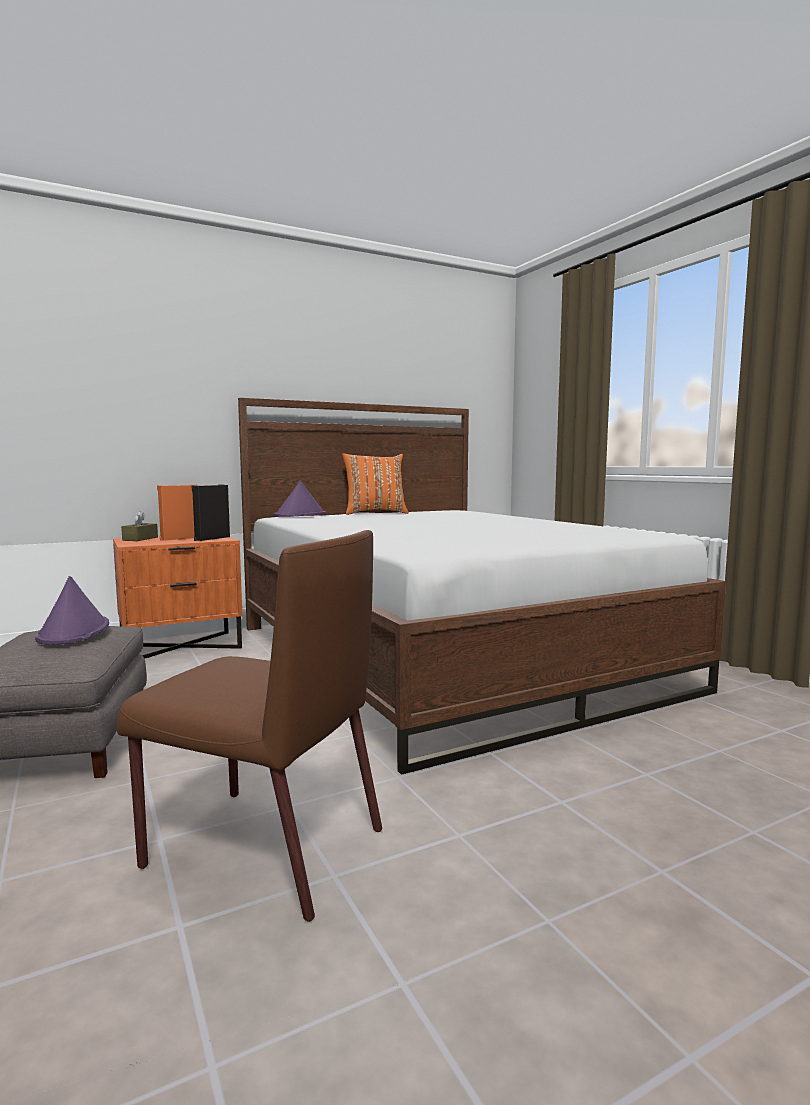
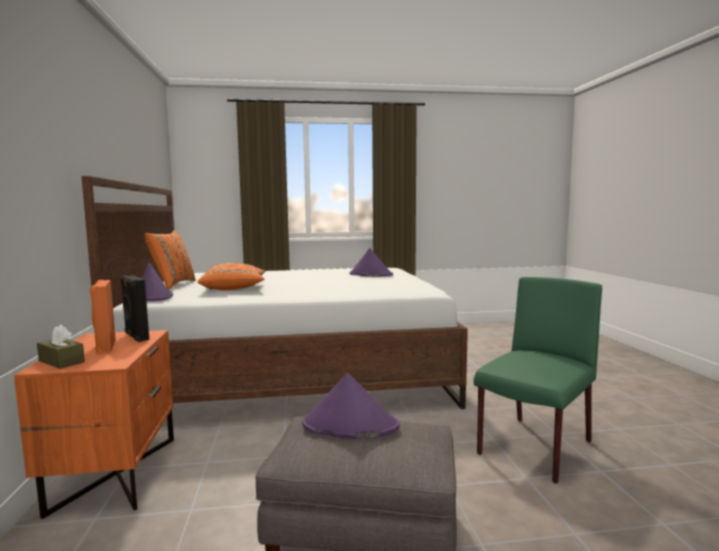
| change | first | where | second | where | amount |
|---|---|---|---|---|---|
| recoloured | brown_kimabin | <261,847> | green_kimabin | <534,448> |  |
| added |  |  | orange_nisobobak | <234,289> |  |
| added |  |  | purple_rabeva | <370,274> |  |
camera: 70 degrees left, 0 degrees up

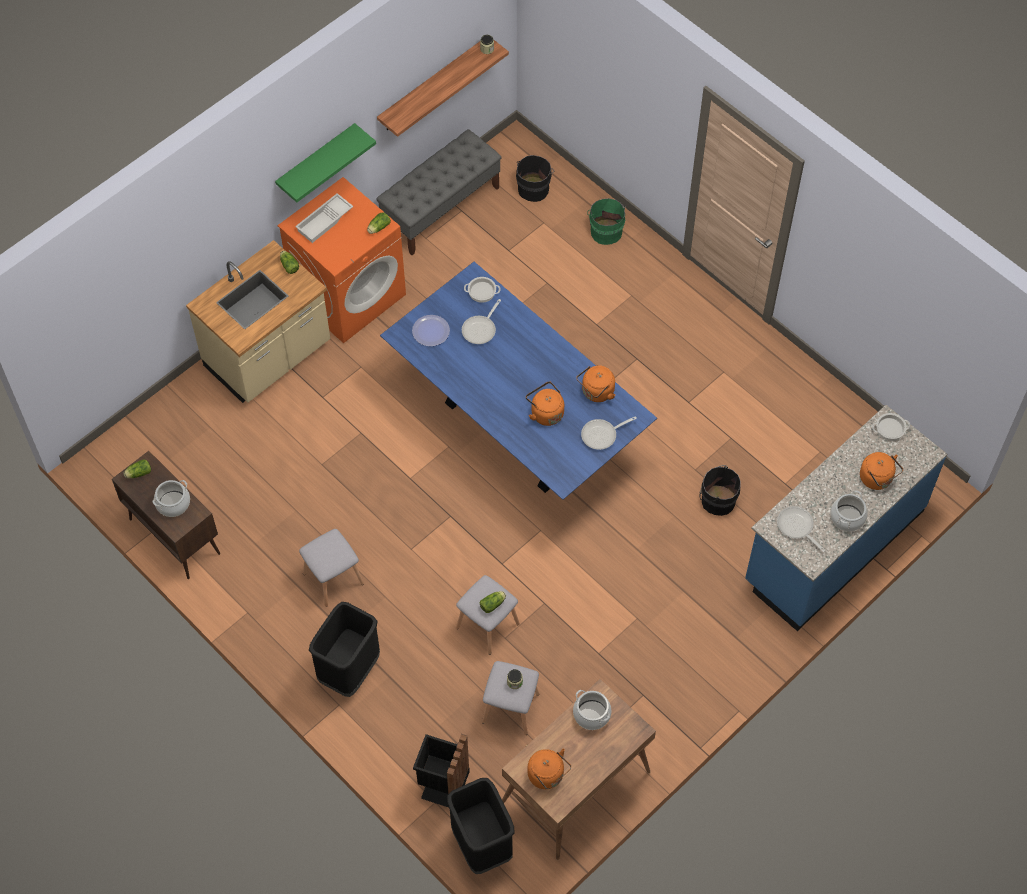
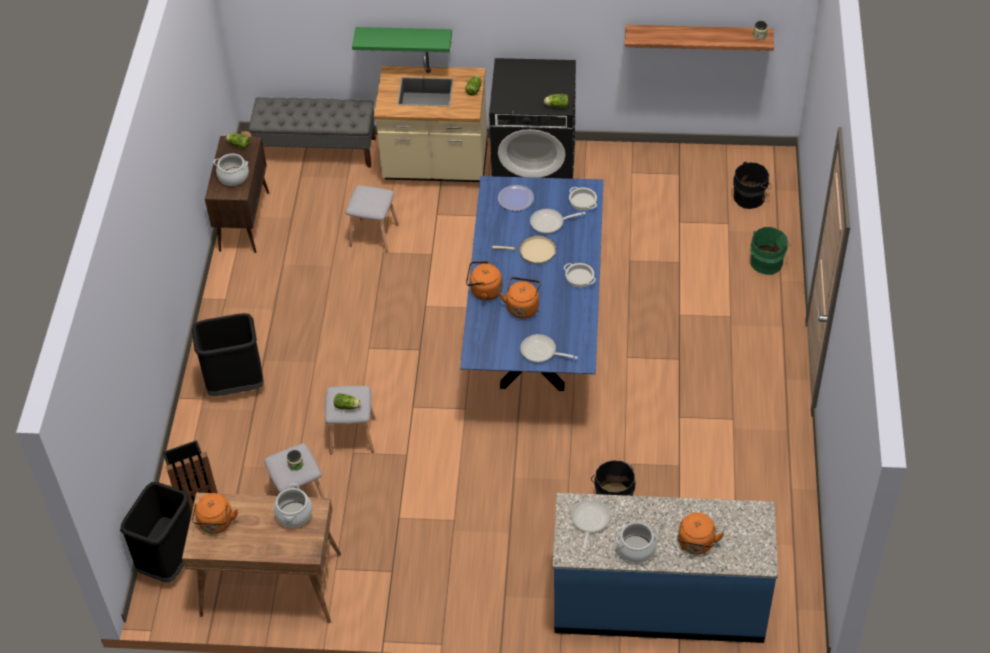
| change | first | where | second | where | amount |
|---|---|---|---|---|---|
| moved | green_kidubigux | <316,161> |  | <404,38> |  |
| recoloured | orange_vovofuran | <349,294> | black_vovofuran | <535,168> |  |
| removed | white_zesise | <325,221> |  |  |  |
| moved | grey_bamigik | <332,579> |  | <373,235> |  |
| moved | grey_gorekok | <441,208> |  | <317,150> |  |
| moved | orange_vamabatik | <596,393> |  | <484,291> |  |
| moved | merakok | <890,428> |  | <580,277> |  |
| added |  |  | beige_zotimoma | <534,252> |  |
camera: 50 degrees right, 10 degrees down

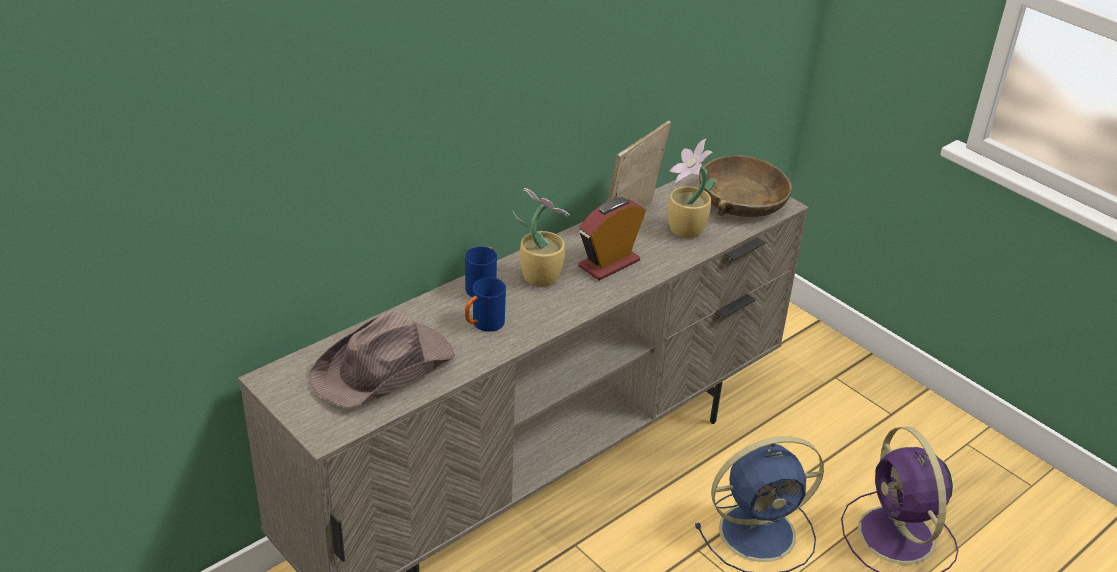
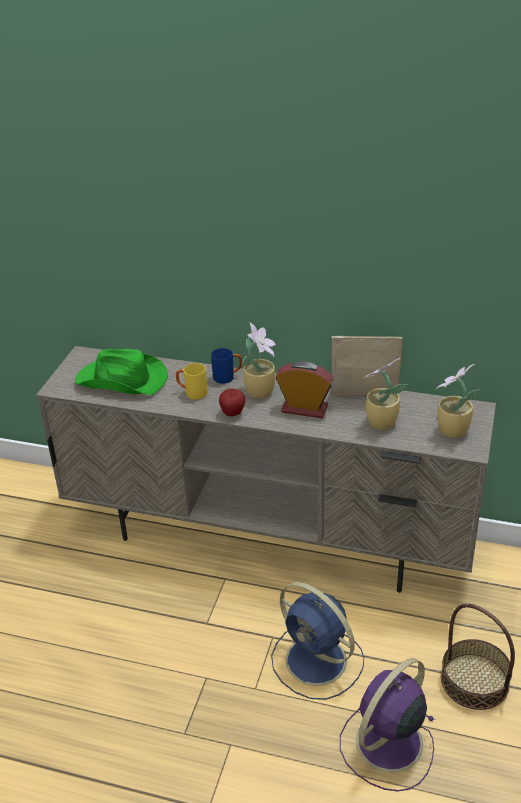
| change | first | where | second | where | amount |
|---|---|---|---|---|---|
| recoloured | brown_rabeva | <384,368> | green_rabeva | <122,380> |  |
| recoloured | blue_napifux | <483,325> | yellow_napifux | <192,393> |  |
| replaced | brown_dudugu | <742,201> | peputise | <451,431> |  |
| added |  |  | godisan | <232,413> |  |
| added |  |  | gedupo | <475,681> |  |
camera: 60 degrees right, 0 degrees up

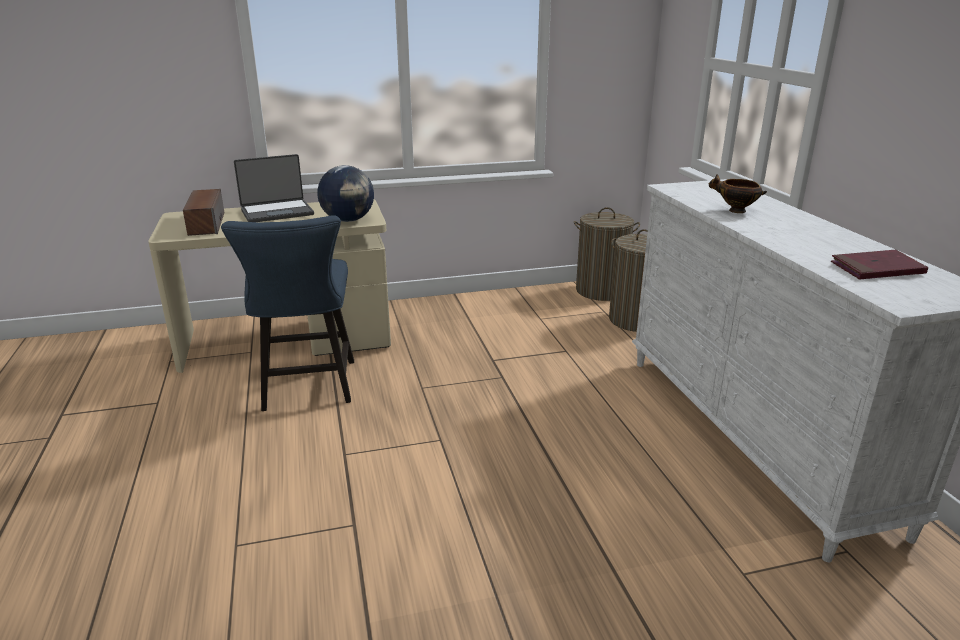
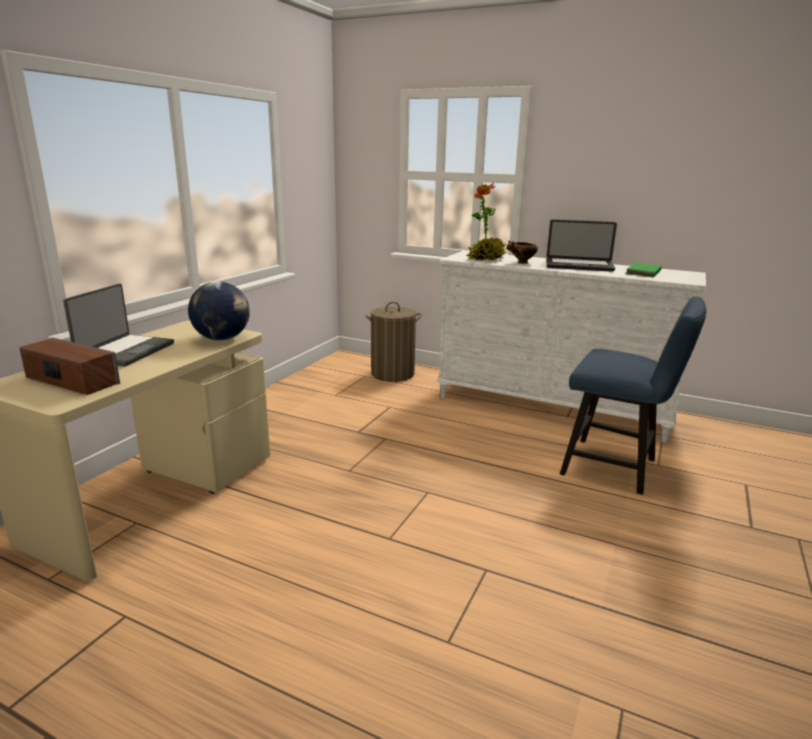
| change | first | where | second | where | amount |
|---|---|---|---|---|---|
| moved | blue_kimabin | <307,389> |  | <617,468> |  |
| removed | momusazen | <601,291> |  |  |  |
| recoloured | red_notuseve | <877,269> | green_notuseve | <643,272> |  |
| added |  |  | peputise | <486,259> |  |
| added |  |  | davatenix | <579,266> |  |
camera: 50 degrees left, 5 degrees down

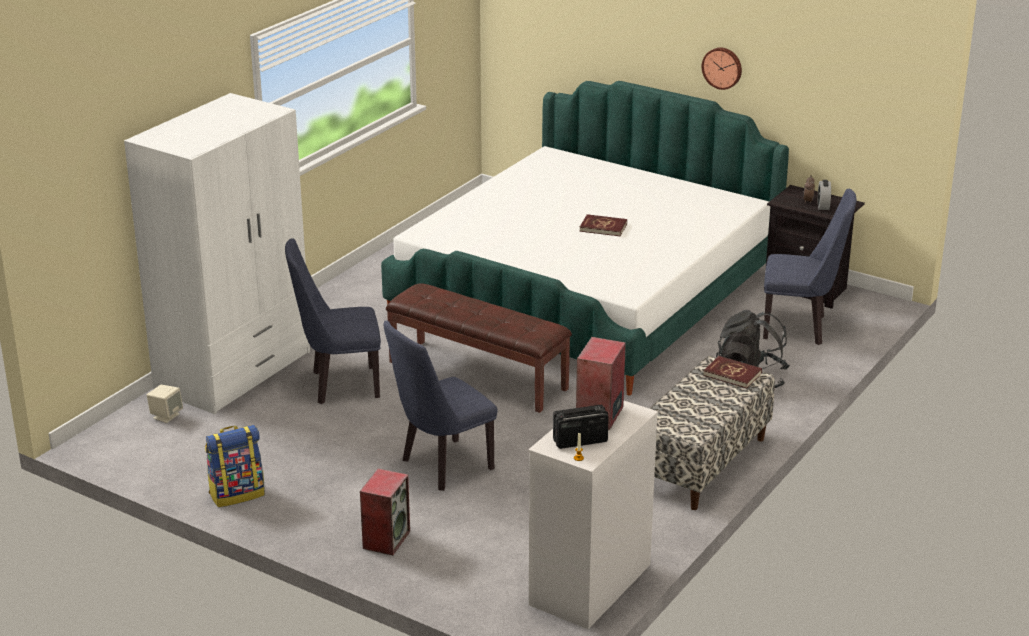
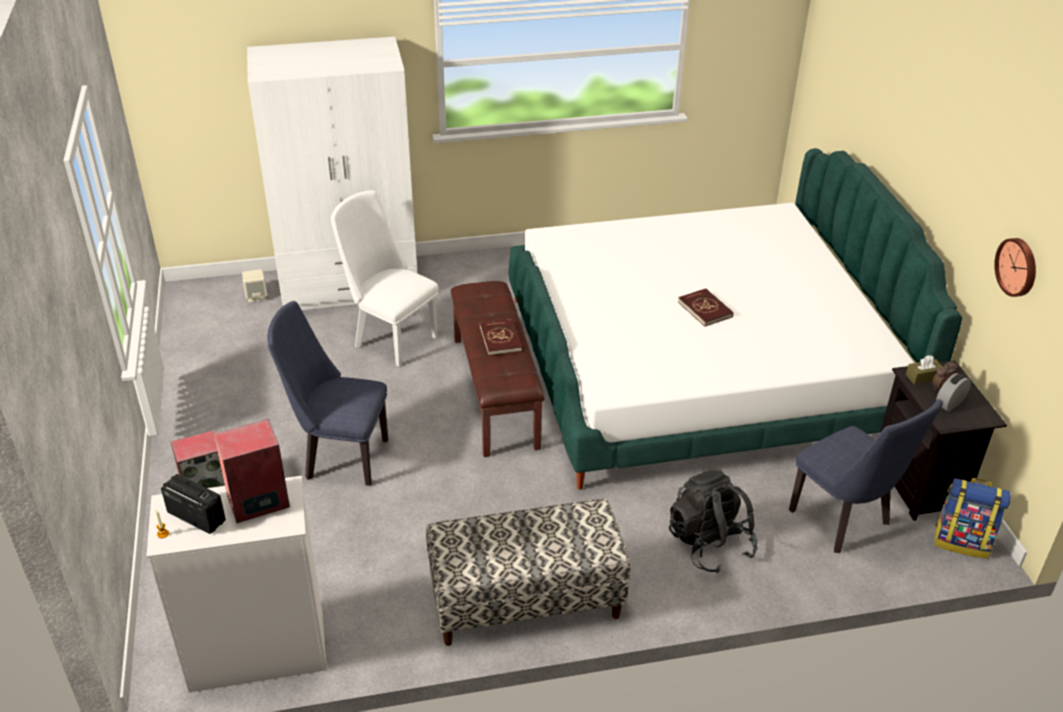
| change | first | where | second | where | amount |
|---|---|---|---|---|---|
| moved | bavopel | <237,494> |  | <962,541> |  |
| recoloured | blue_kimabin | <338,385> | white_kimabin | <390,338> |  |
| moved | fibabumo | <722,67> |  | <1018,267> |  |
| moved | red_notuseve | <732,374> |  | <501,339> |  |
| added |  |  | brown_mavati | <923,377> |  |
camera: 45 degrees right, 10 degrees up

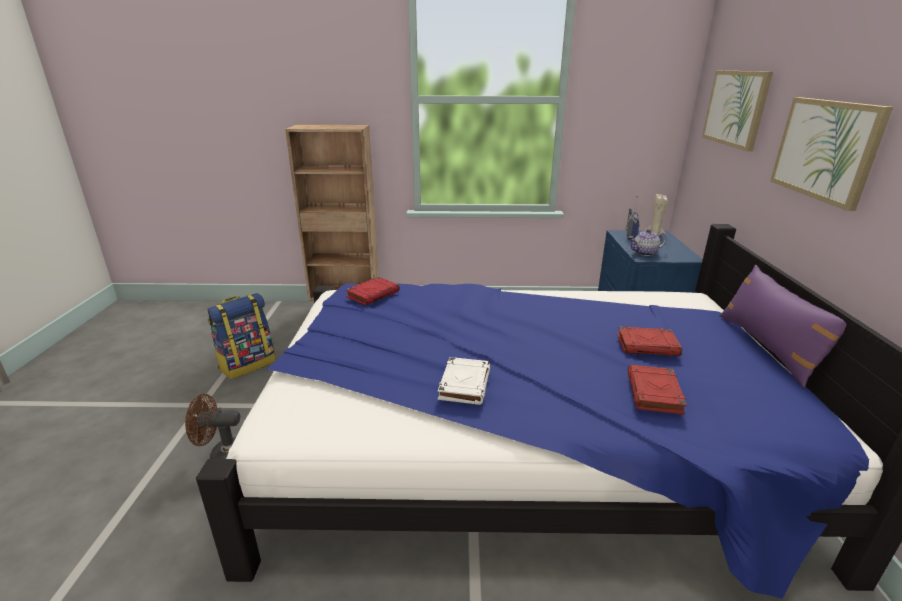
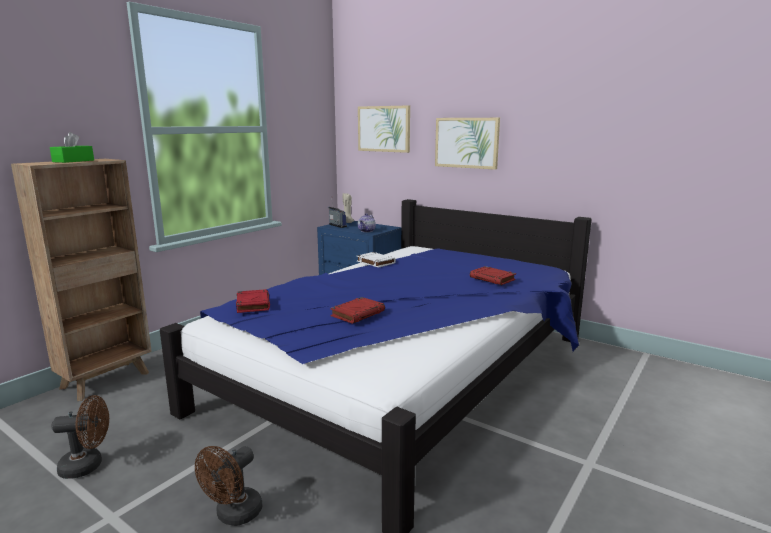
| change | first | where | second | where | amount |
|---|---|---|---|---|---|
| replaced | bavopel | <248,364> | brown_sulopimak | <88,466> |  |
| moved | white_notuseve | <464,384> |  | <375,262> |  |
| moved | red_notuseve | <648,345> |  | <358,313> |  |
| removed | purple_nisobobak | <767,347> |  |  |  |
| added |  |  | green_mavati | <73,161> |  |
camera: 55 degrees left, 10 degrees down

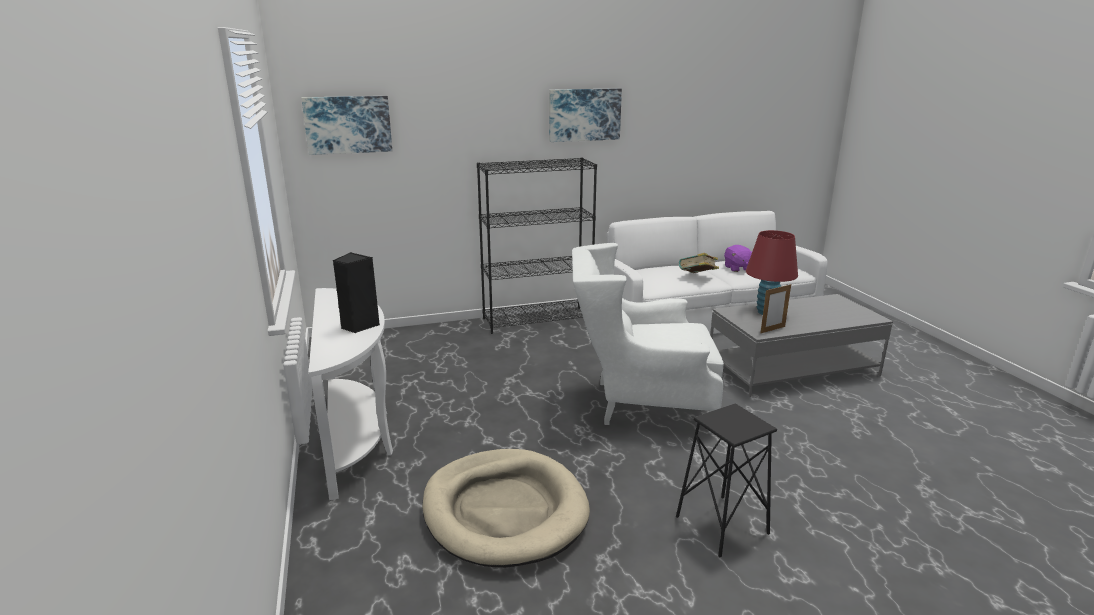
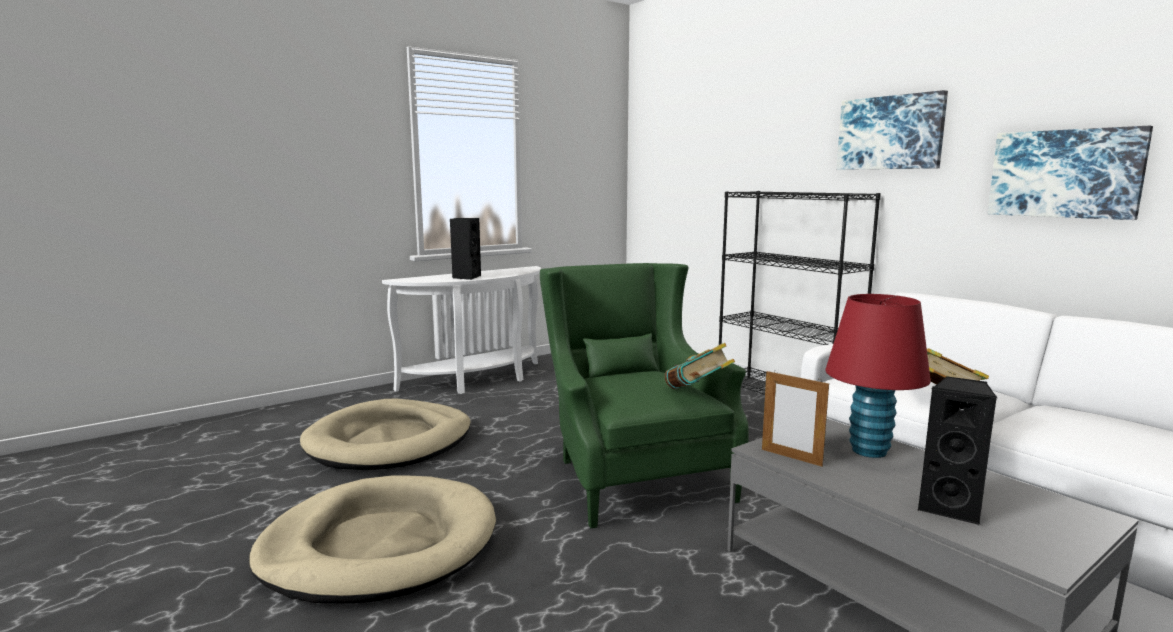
| change | first | where | second | where | amount |
|---|---|---|---|---|---|
| moved | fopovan | <348,124> |  | <1064,173> |  |
| recoloured | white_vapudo | <640,403> | green_vapudo | <631,474> |  |
| replaced | black_bamigik | <721,525> | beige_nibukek | <379,546> |  |
| removed | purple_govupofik | <737,268> |  |  |  |
| added |  |  | notuseve | <697,393> |  |
| added |  |  | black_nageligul | <950,508> |  |
camera: 70 degrees right, 10 degrees down

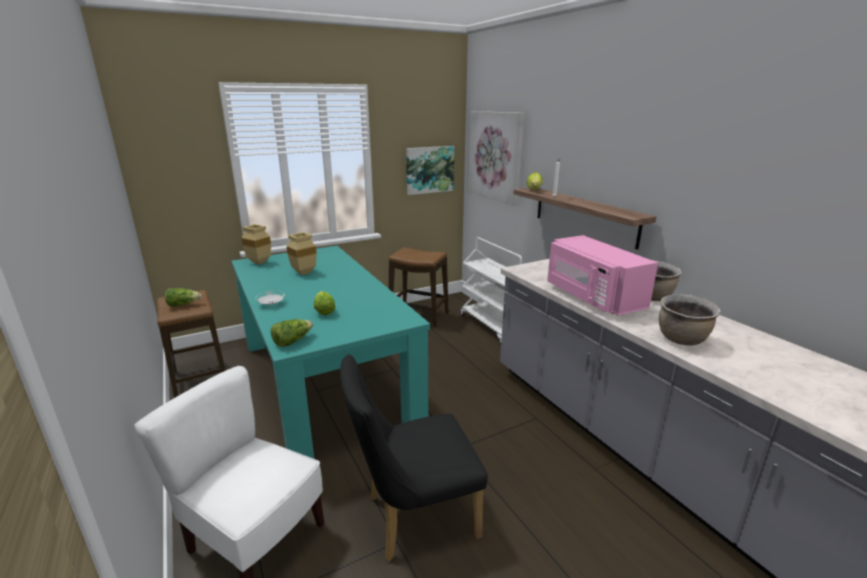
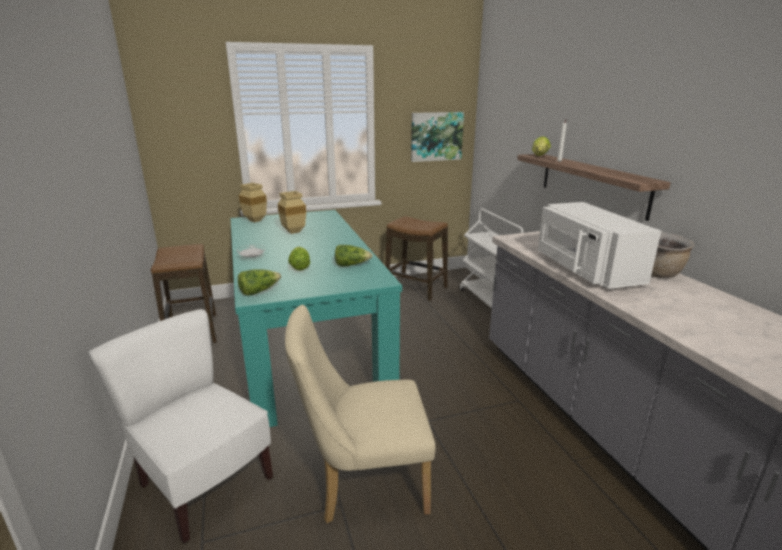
| change | first | where | second | where | amount |
|---|---|---|---|---|---|
| moved | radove | <183,305> |  | <351,265> |  |
| recoloured | black_kimabin | <413,517> | beige_kimabin | <363,484> |  |
| removed | fopovan | <495,156> |  |  |  |
| recoloured | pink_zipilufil | <592,297> | white_zipilufil | <585,269> |  |
| removed | brown_merakok | <682,339> |  |  |  |
camera: 10 degrees right, 0 degrees up

